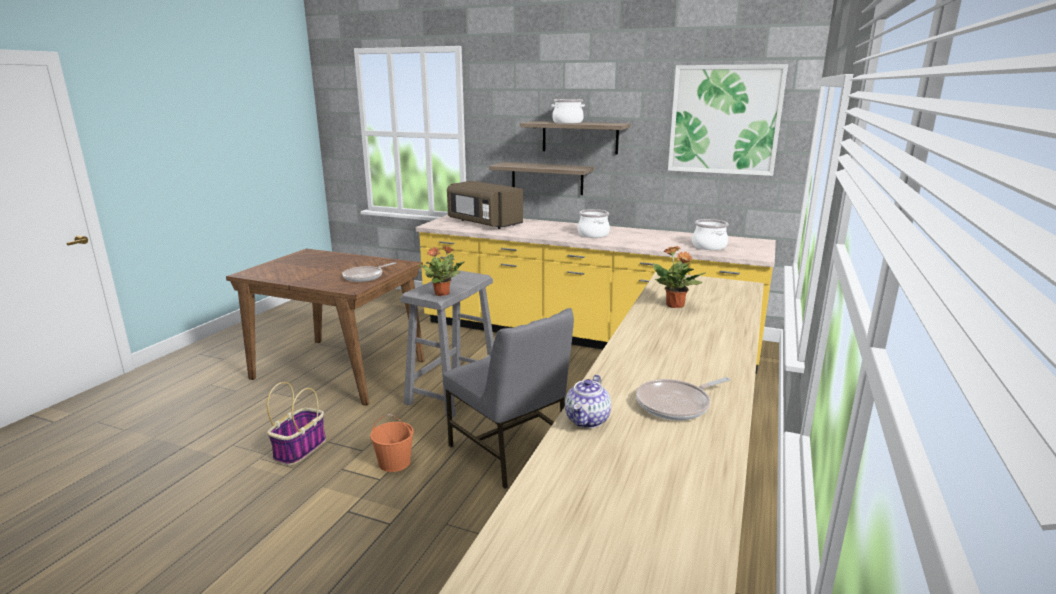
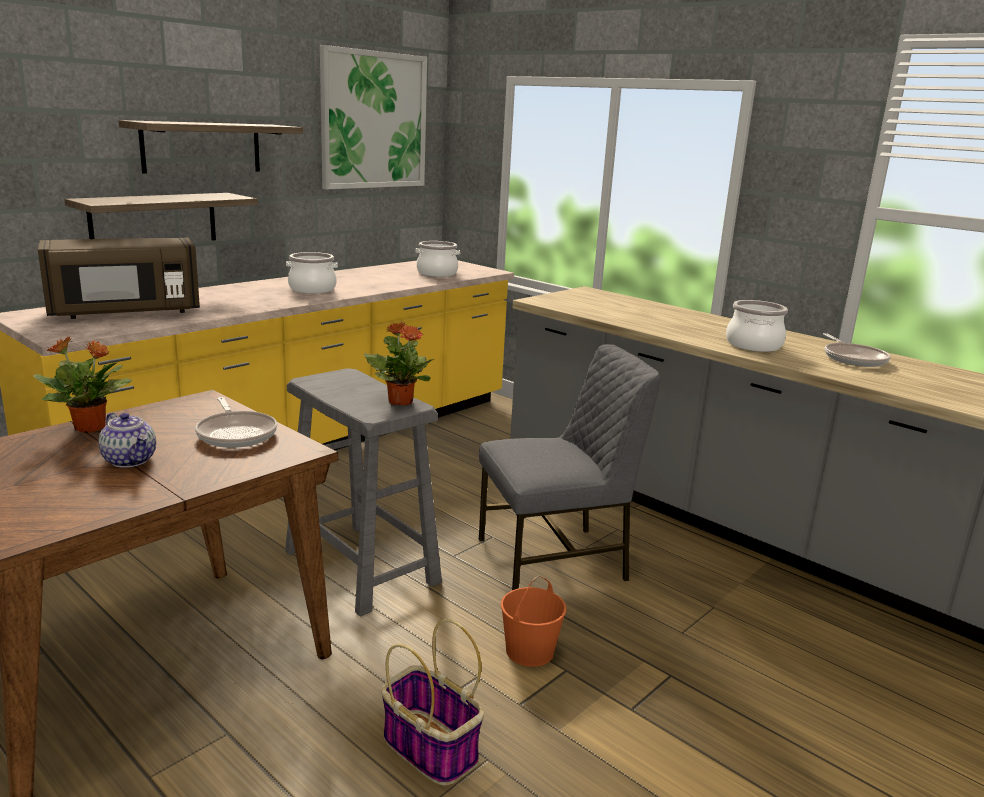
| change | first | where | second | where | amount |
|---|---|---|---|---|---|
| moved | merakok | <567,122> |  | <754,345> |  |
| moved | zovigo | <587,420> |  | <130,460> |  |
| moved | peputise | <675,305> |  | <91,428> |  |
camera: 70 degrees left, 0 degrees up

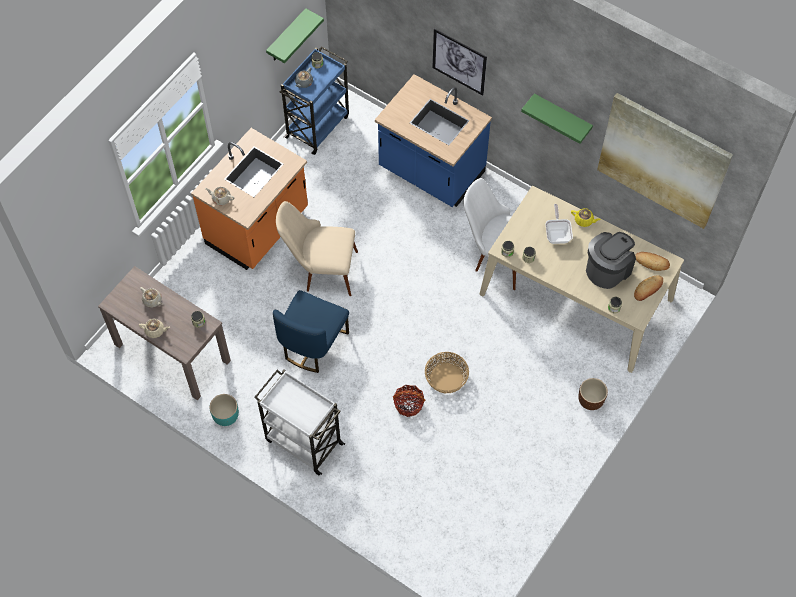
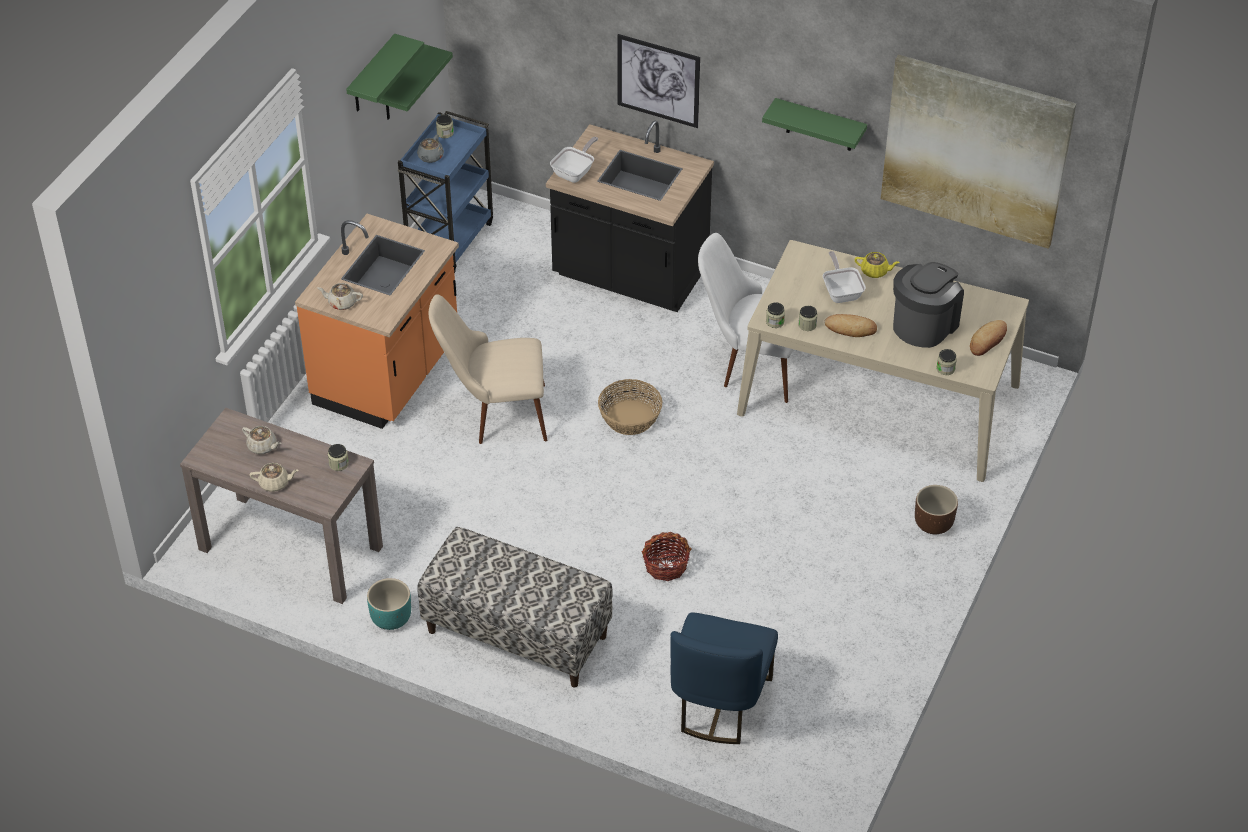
| change | first | where | second | where | amount |
|---|---|---|---|---|---|
| replaced | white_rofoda | <303,441> | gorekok | <516,634> |  |
| moved | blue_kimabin | <313,344> |  | <719,703> |  |
| recoloured | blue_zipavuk | <431,172> | black_zipavuk | <630,275> |  |
| moved | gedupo | <446,378> |  | <630,418> |  |
| moved | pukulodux | <652,262> |  | <850,328> |  |
| added |  |  | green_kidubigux | <372,76> |  |
| added |  |  | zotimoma | <575,172> |  |
camera: 10 degrees left, 15 degrees down

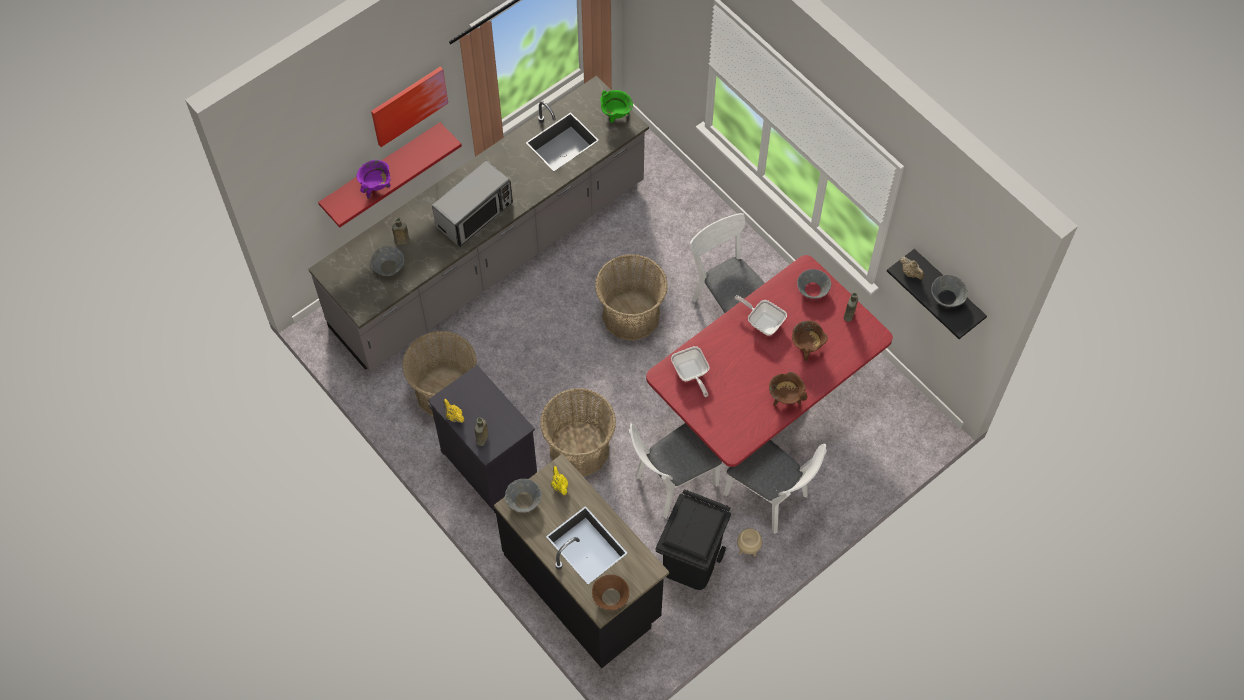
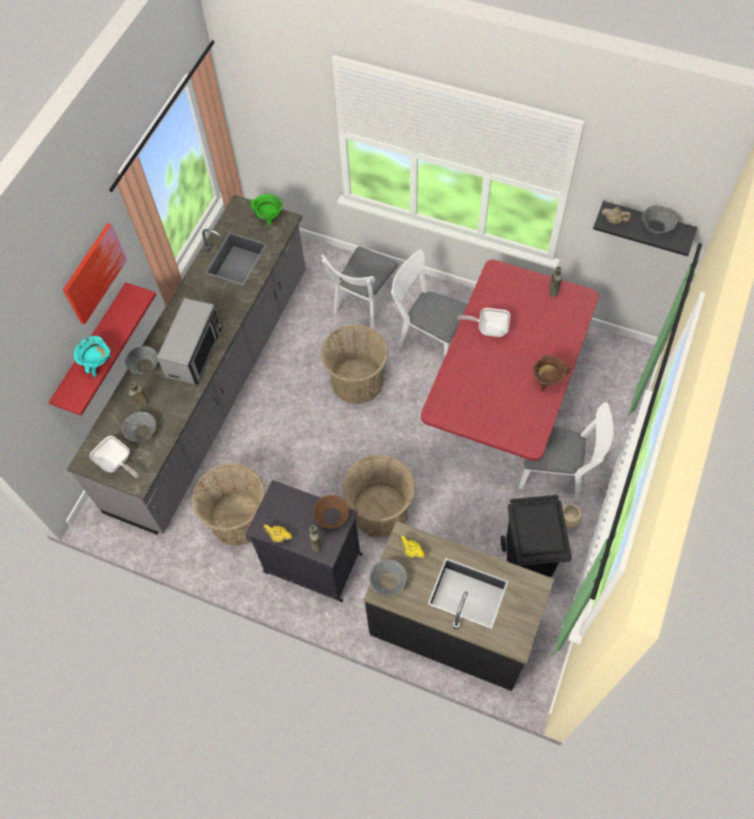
| change | first | where | second | where | amount |
|---|---|---|---|---|---|
| recoloured | purple_merakok | <376,187> | turquoise_merakok | <98,364> |  |
| moved | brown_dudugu | <610,597> |  | <331,516> |  |
| moved | white_kimabin | <671,484> |  | <363,306> |  |
| moved | zotimoma | <691,374> |  | <116,463> |  |
| removed | brown_merakok | <806,347> |  |  |  |
| moved | grey_dudugu | <812,290> |  | <144,366> |  |
camera: 25 degrees left, 0 degrees up

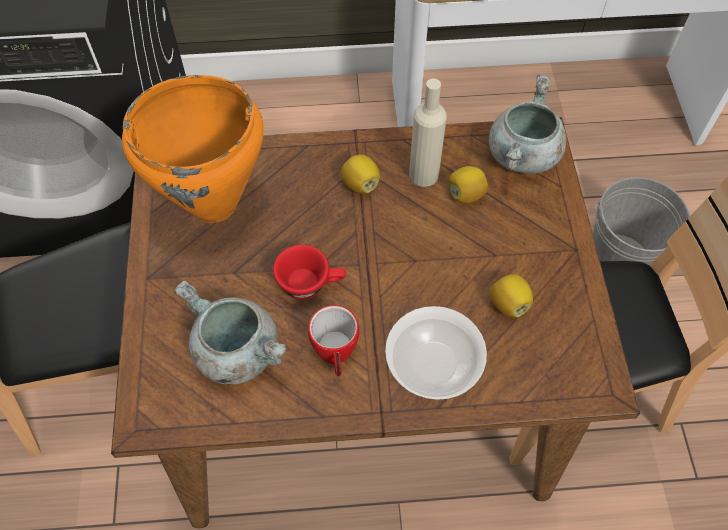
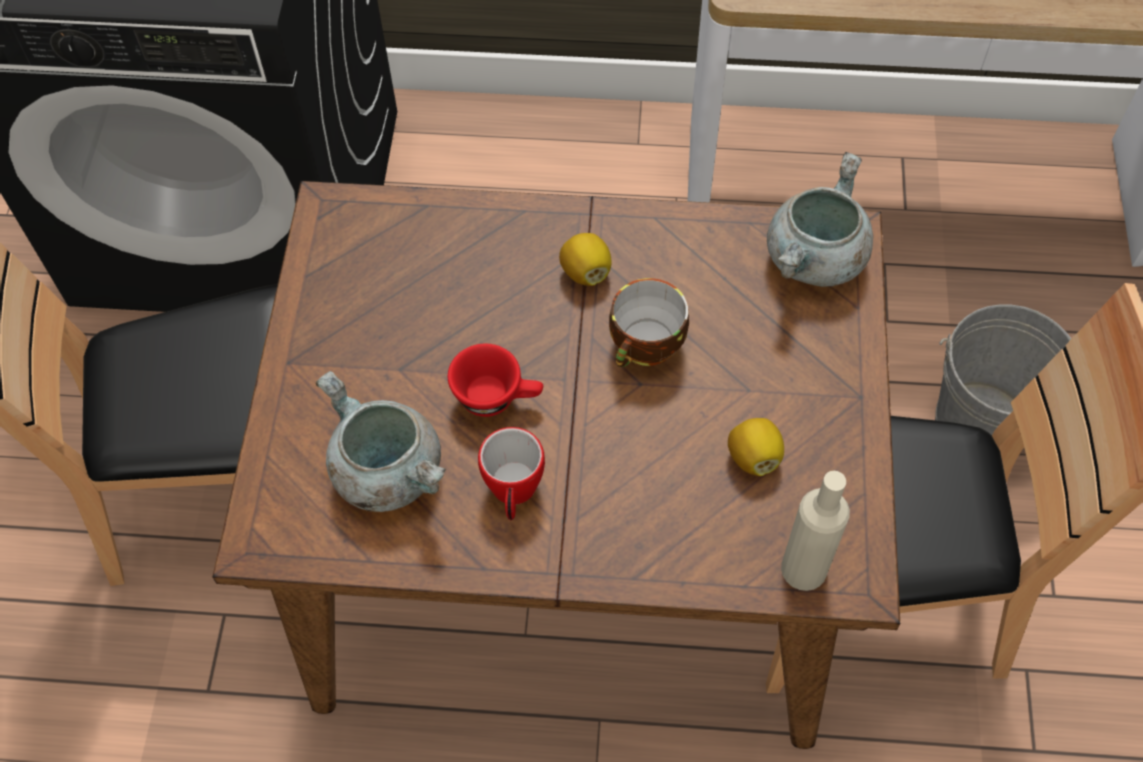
| change | first | where | second | where | amount |
|---|---|---|---|---|---|
| removed | orange_merakok | <214,204> |  |  |  |
| removed | dudugu | <433,364> |  |  |  |
| moved | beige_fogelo | <423,174> |  | <804,569> |  |
| removed | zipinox | <466,194> |  |  |  |
| added |  |  | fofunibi | <647,347> |  |
camera: 10 degrees right, 0 degrees up

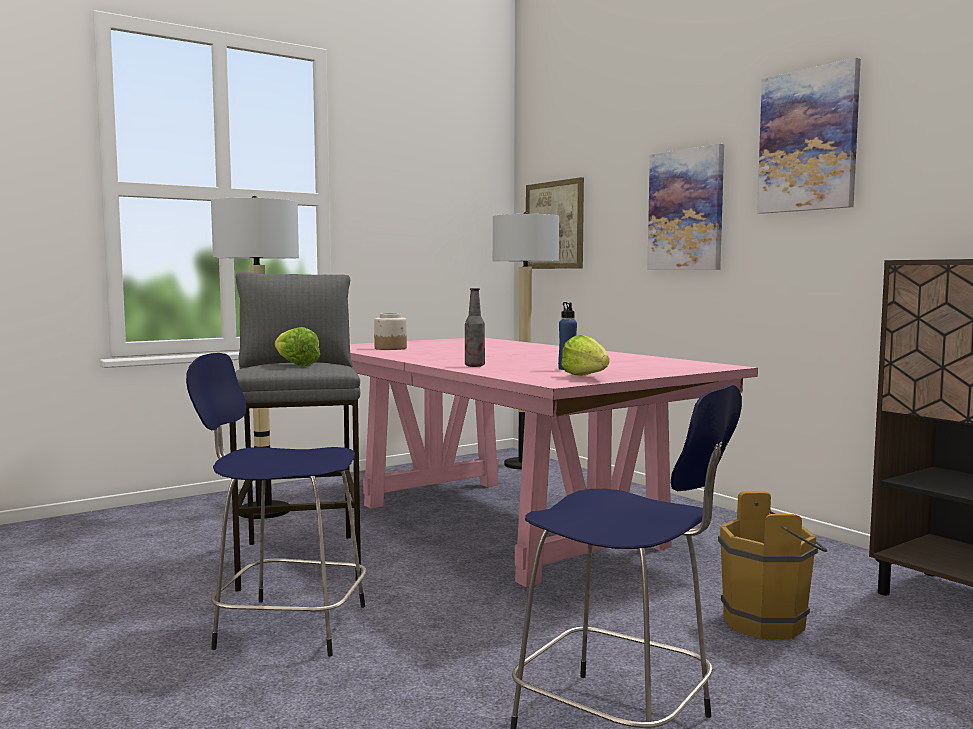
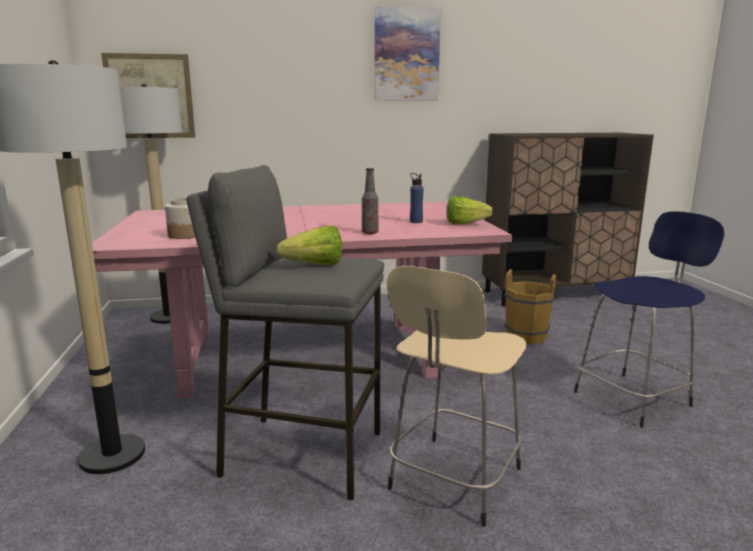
| change | first | where | second | where | amount |
|---|---|---|---|---|---|
| recoloured | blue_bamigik | <286,626> | beige_bamigik | <453,481> |  |
| removed | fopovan | <686,210> |  |  |  |
camera: 65 degrees left, 10 degrees up

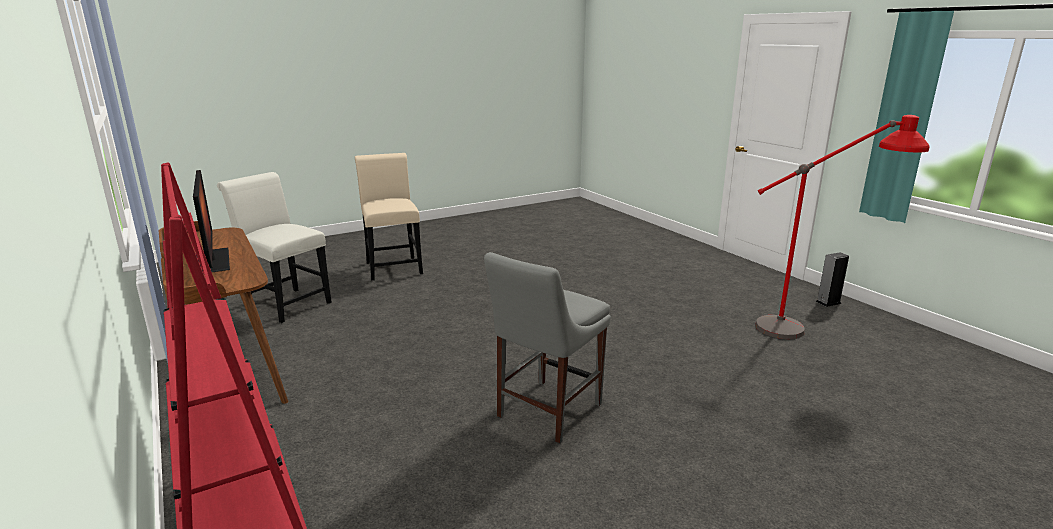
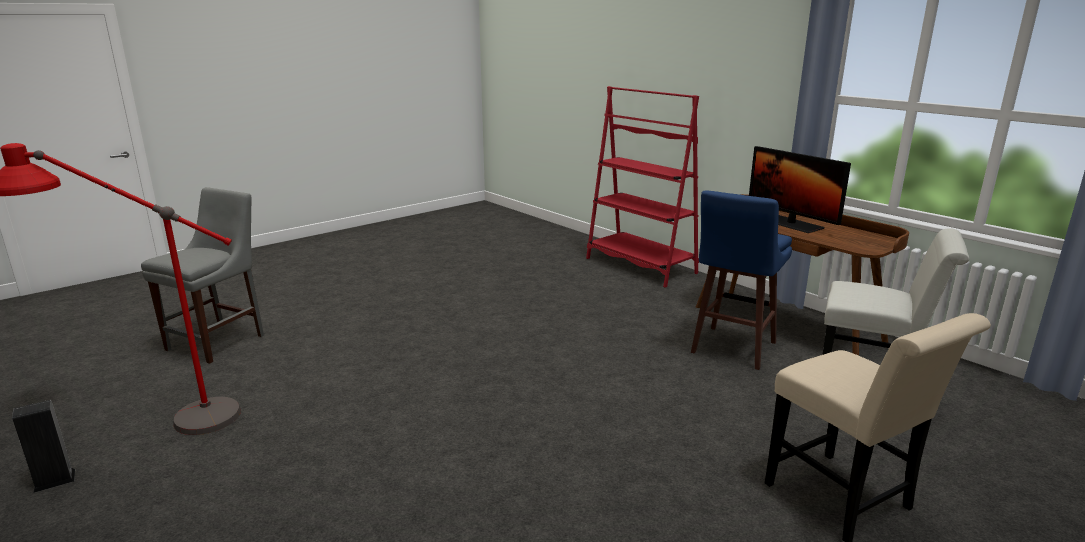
| change | first | where | second | where | amount |
|---|---|---|---|---|---|
| moved | grey_kimabin | <546,412> |  | <220,341> |  |
| added |  |  | blue_bamigik | <732,348> |  |
camera: 170 degrees right, 0 degrees up

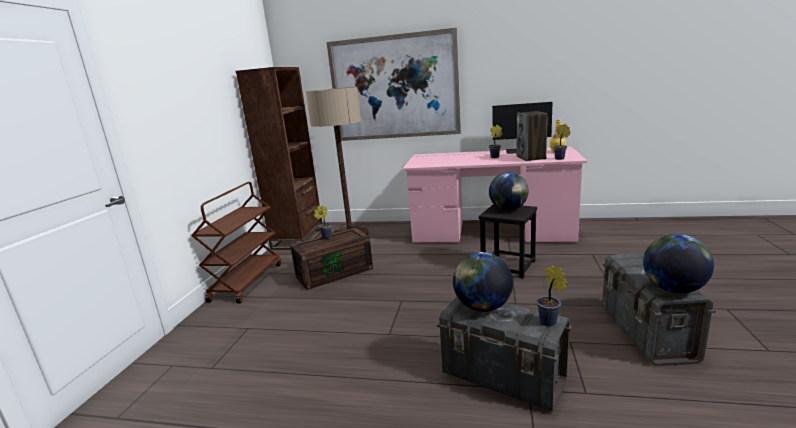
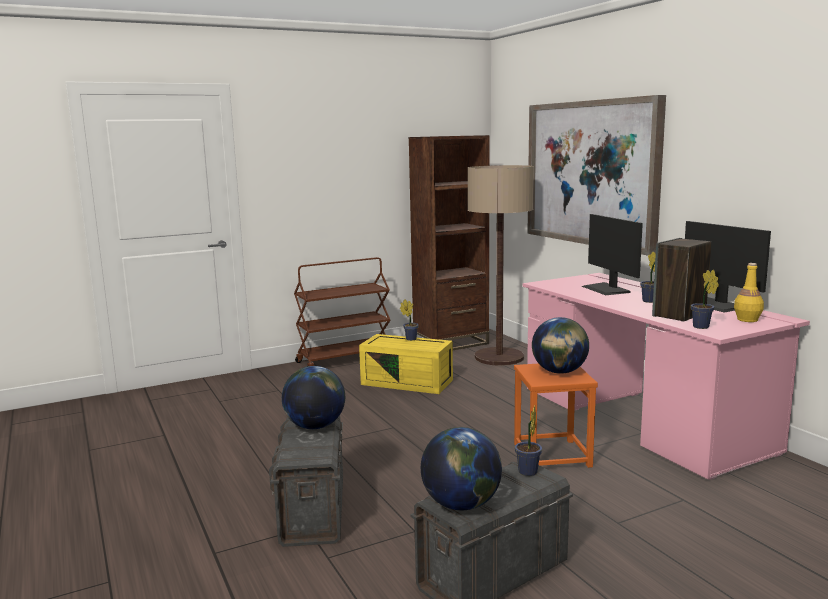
| change | first | where | second | where | amount |
|---|---|---|---|---|---|
| recoloured | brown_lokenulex | <335,272> | yellow_lokenulex | <408,382> |  |
| recoloured | black_bamigik | <508,266> | orange_bamigik | <551,455> |  |
| moved | peputise | <550,323> |  | <527,473> |  |
| added |  |  | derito | <606,289> |  |
camera: 50 degrees right, 5 degrees down

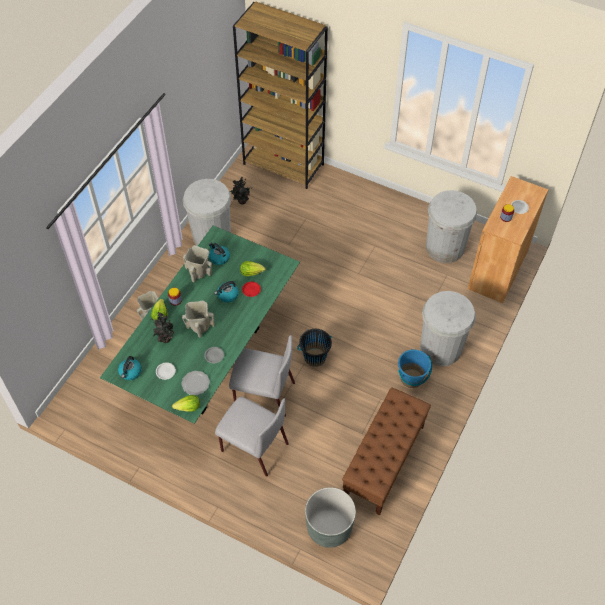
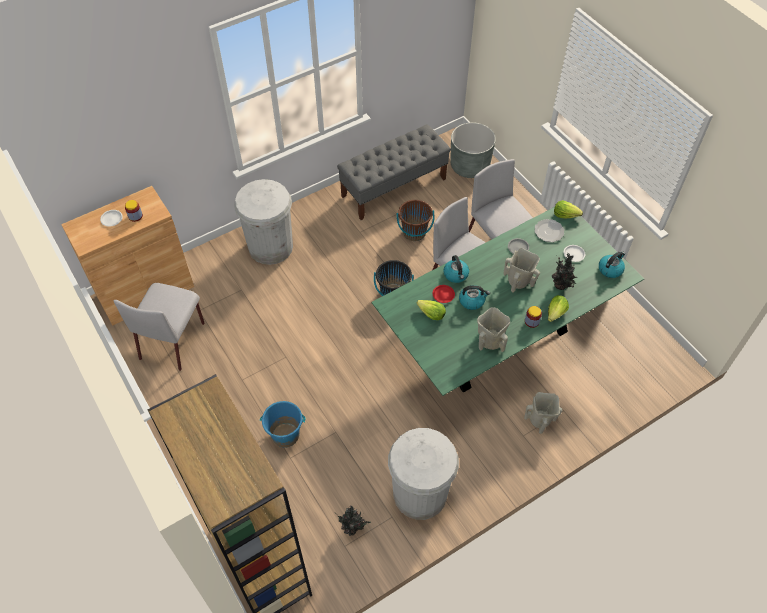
| change | first | where | second | where | amount |
|---|---|---|---|---|---|
| moved | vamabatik | <219,258> |  | <456,275> |  |
| recoloured | brown_gorekok | <384,461> | grey_gorekok | <394,187> |  |
| moved | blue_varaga | <411,378> |  | <285,435> |  |
| replaced | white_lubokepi | <444,247> | grey_kimabin | <172,340> |  |
| added |  |  | brown_varaga | <414,232> |  |
camera: 150 degrees left, 0 degrees up

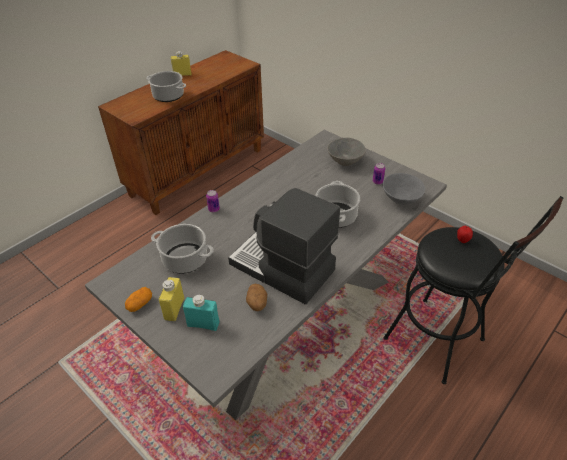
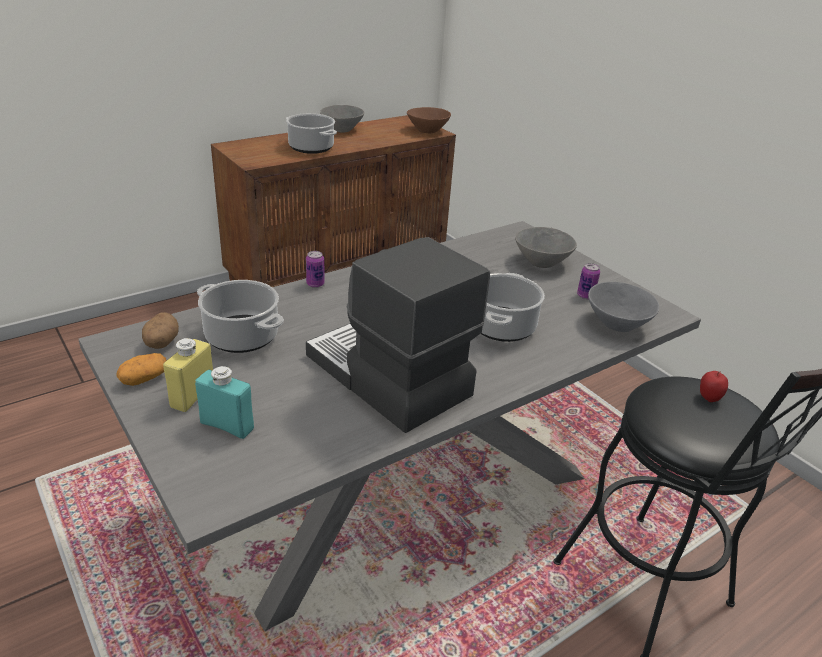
| change | first | where | second | where | amount |
|---|---|---|---|---|---|
| replaced | yellow_fogelo | <182,75> | grey_dudugu | <341,130> |  |
| moved | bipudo | <257,304> |  | <161,343> |  |
| added |  |  | brown_dudugu | <427,130> |  |
camera: 10 degrees right, 10 degrees down

